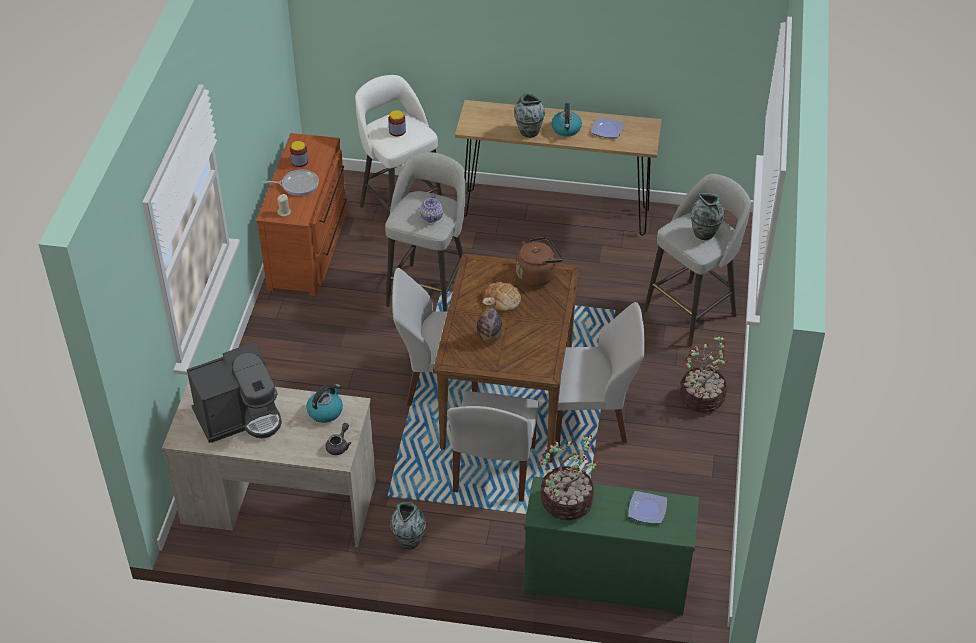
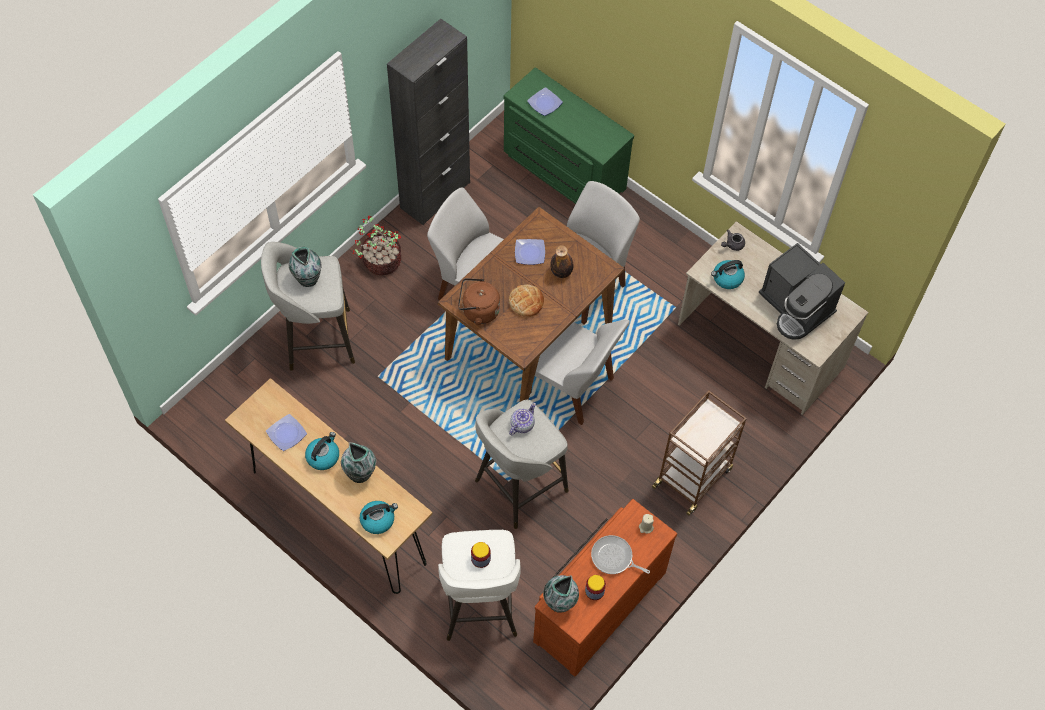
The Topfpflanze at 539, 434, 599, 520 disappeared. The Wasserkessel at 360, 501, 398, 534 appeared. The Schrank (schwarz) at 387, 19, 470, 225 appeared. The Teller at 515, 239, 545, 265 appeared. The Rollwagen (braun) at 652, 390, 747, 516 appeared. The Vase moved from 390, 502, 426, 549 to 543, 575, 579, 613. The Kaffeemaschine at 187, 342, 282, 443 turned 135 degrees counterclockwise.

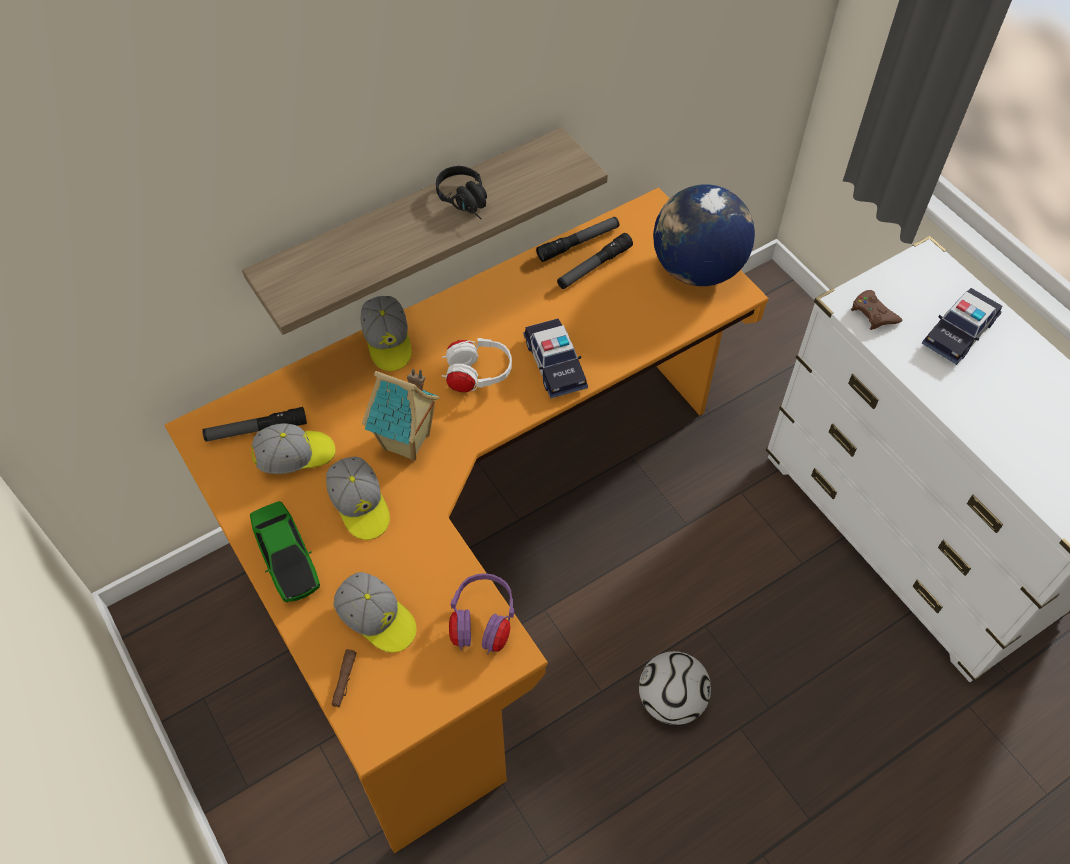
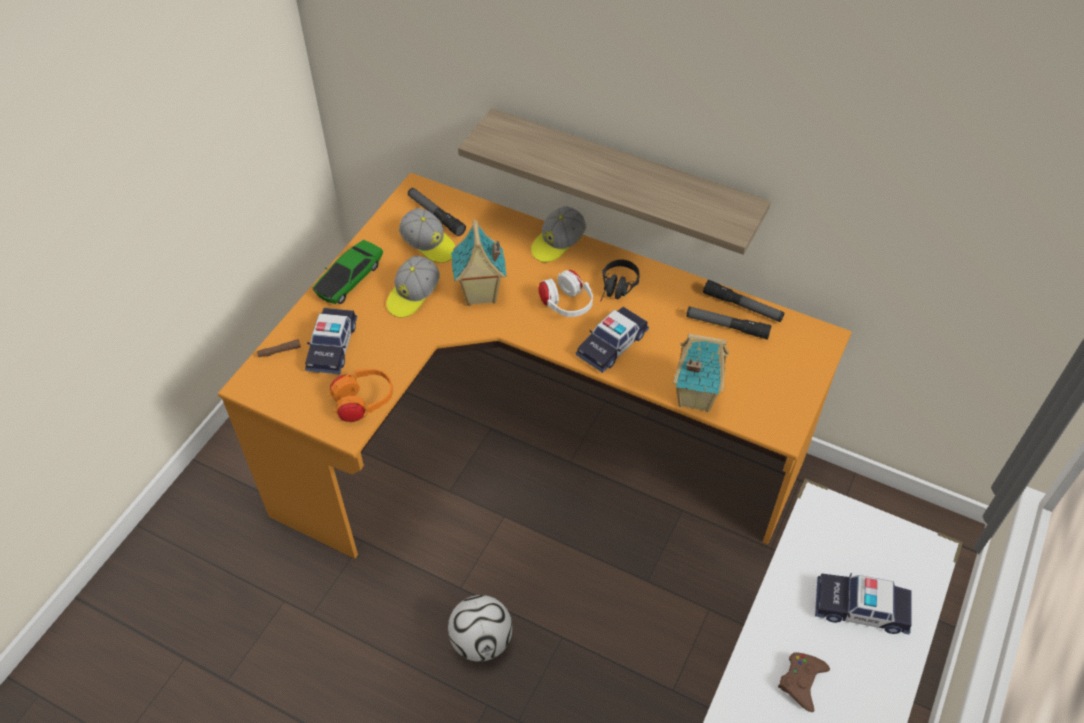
The Globus at 653, 184, 755, 286 disappeared. The Spielzeughaus at 673, 334, 729, 412 appeared. The Kopfhörer (schwarz) moved from 436, 166, 487, 219 to 600, 259, 640, 301. The Gamepad (braun) moved from 851, 290, 902, 330 to 778, 652, 830, 712. The Kappe at 333, 572, 416, 653 was replaced by the Spielzeugauto at 305, 308, 357, 374. The Kopfhörer (lila) at 449, 573, 514, 654 became the Kopfhörer (orange) at 327, 369, 393, 422.

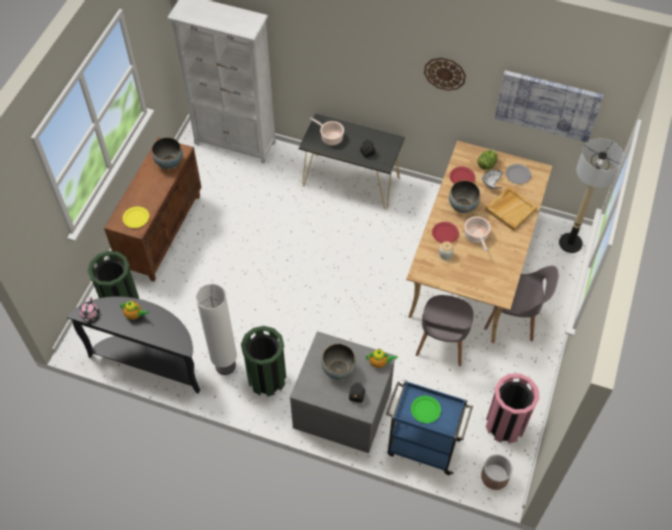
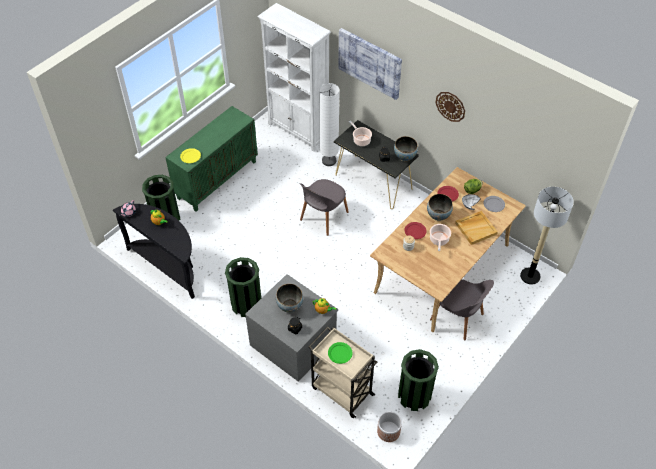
The Schüssel moved from 152, 137, 183, 169 to 394, 136, 418, 162. The Stehlampe (weiß) moved from 196, 284, 237, 375 to 319, 83, 340, 166. The Stuhl (grau) moved from 416, 295, 473, 366 to 300, 179, 349, 236. The Bild moved from 495, 70, 604, 142 to 338, 28, 402, 100. The Schrank (braun) at 104, 137, 202, 282 became the Schrank (grün) at 165, 106, 258, 212. The Rollwagen (blau) at 386, 380, 473, 475 became the Rollwagen (beige) at 308, 327, 378, 418. The Mülleimer (rosa) at 486, 374, 539, 444 became the Mülleimer (grün) at 398, 349, 439, 411.

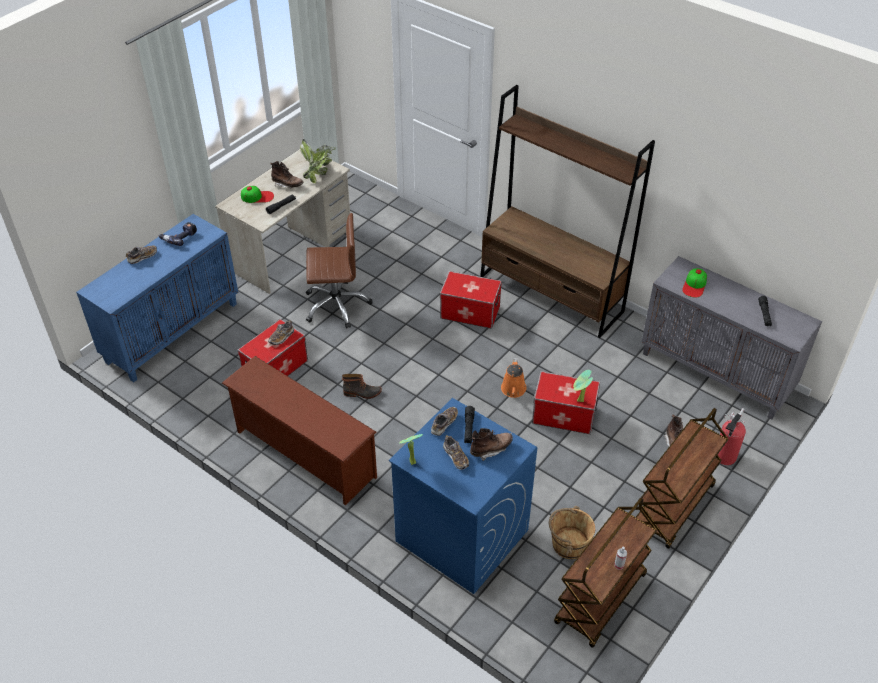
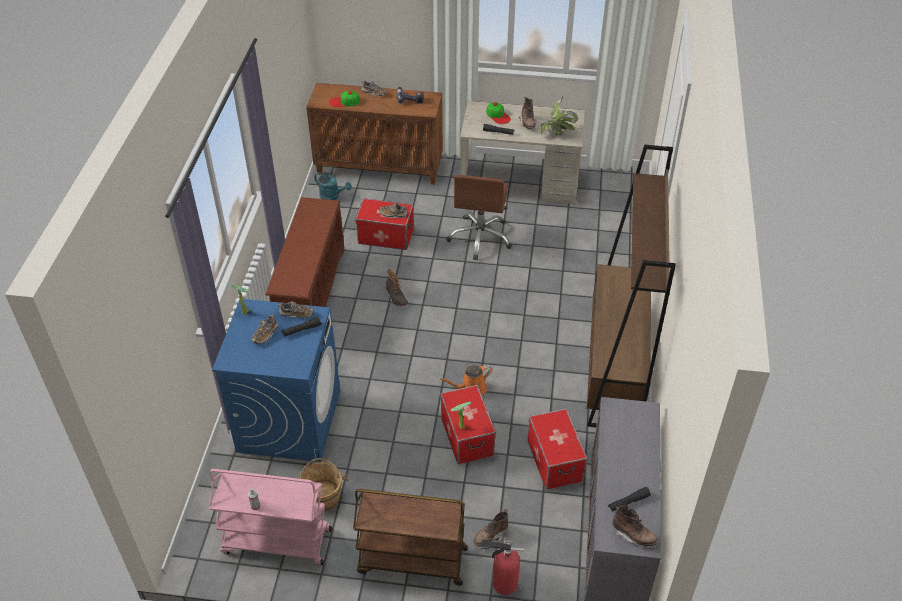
The Gießkanne (türkis) at 314, 172, 351, 200 appeared. The Aufbewahrungsbox moved from 440, 271, 502, 329 to 528, 409, 587, 490. The Stiefel (braun) moved from 470, 428, 513, 461 to 613, 505, 658, 547. The Kappe moved from 682, 268, 707, 298 to 329, 91, 360, 107. The Schrank (blau) at 76, 214, 238, 382 became the Schrank (braun) at 306, 83, 443, 185. The Rollwagen (braun) at 554, 498, 657, 648 became the Rollwagen (rosa) at 209, 469, 332, 566. The Bürostuhl (braun) at 306, 213, 373, 328 turned 45 degrees clockwise.

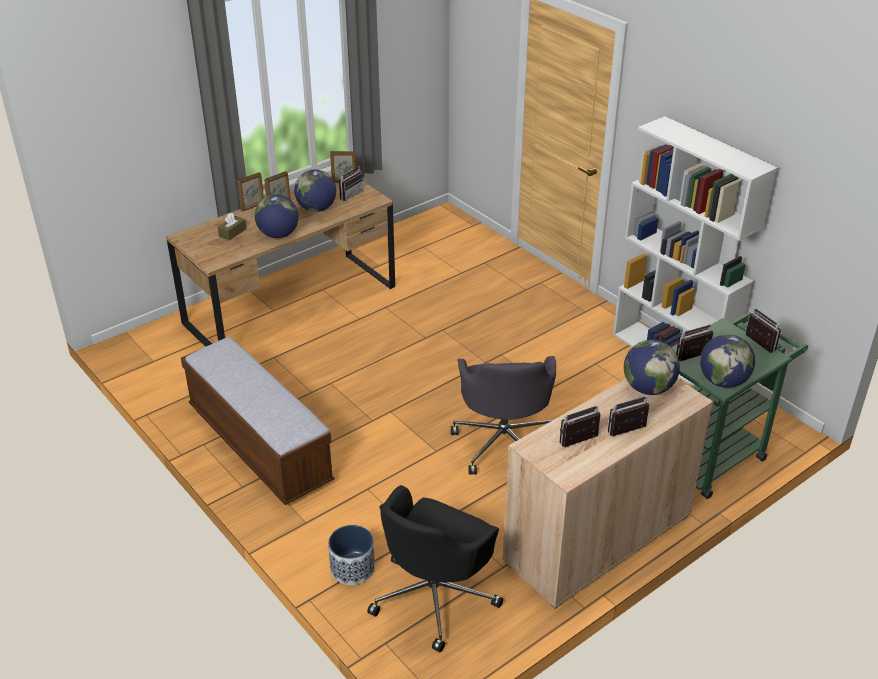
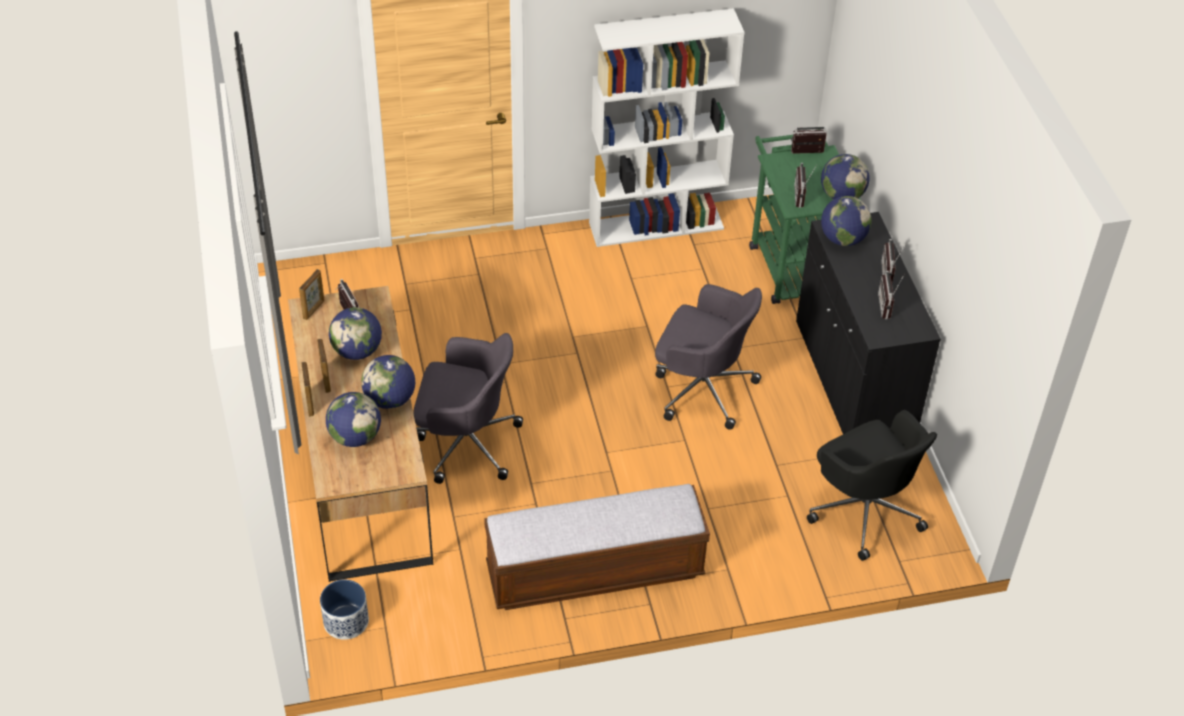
The Bürostuhl (grau) at 413, 333, 523, 484 appeared. The Pflanzkübel moved from 328, 525, 375, 585 to 320, 580, 369, 640. The Taschentuchbox (braun) at 218, 213, 247, 241 was replaced by the Globus at 326, 392, 381, 447. The Schrank (beige) at 503, 378, 713, 609 became the Schrank (schwarz) at 796, 212, 941, 434.

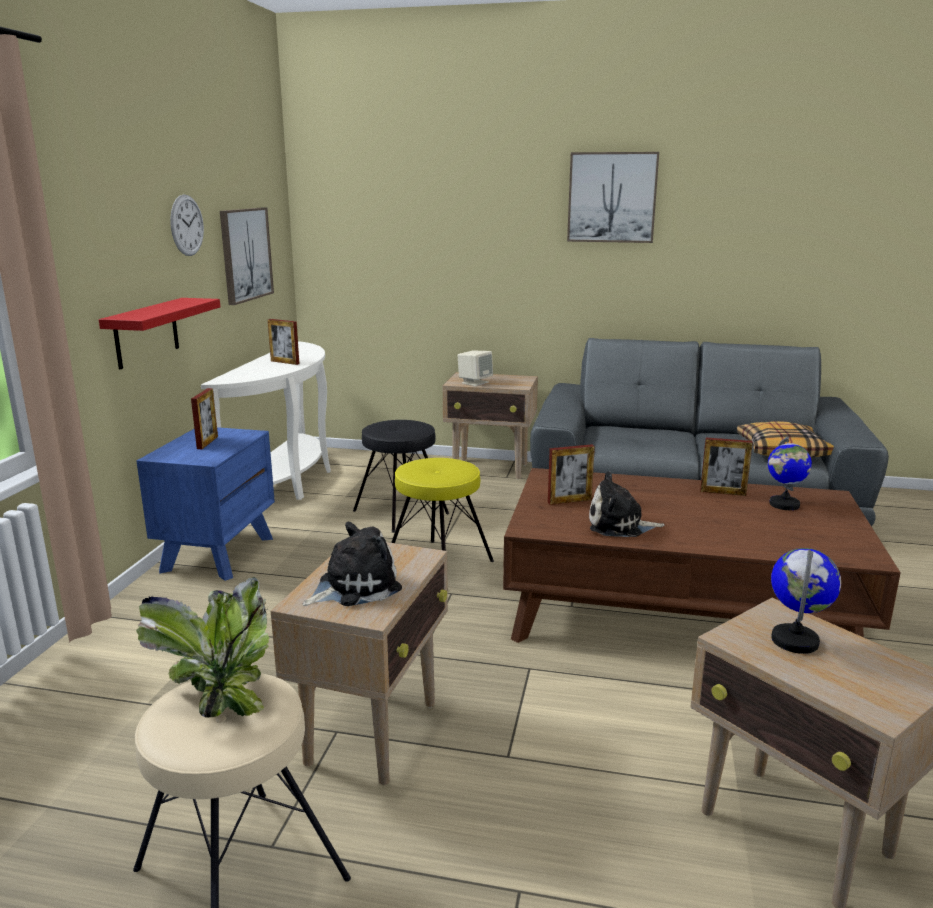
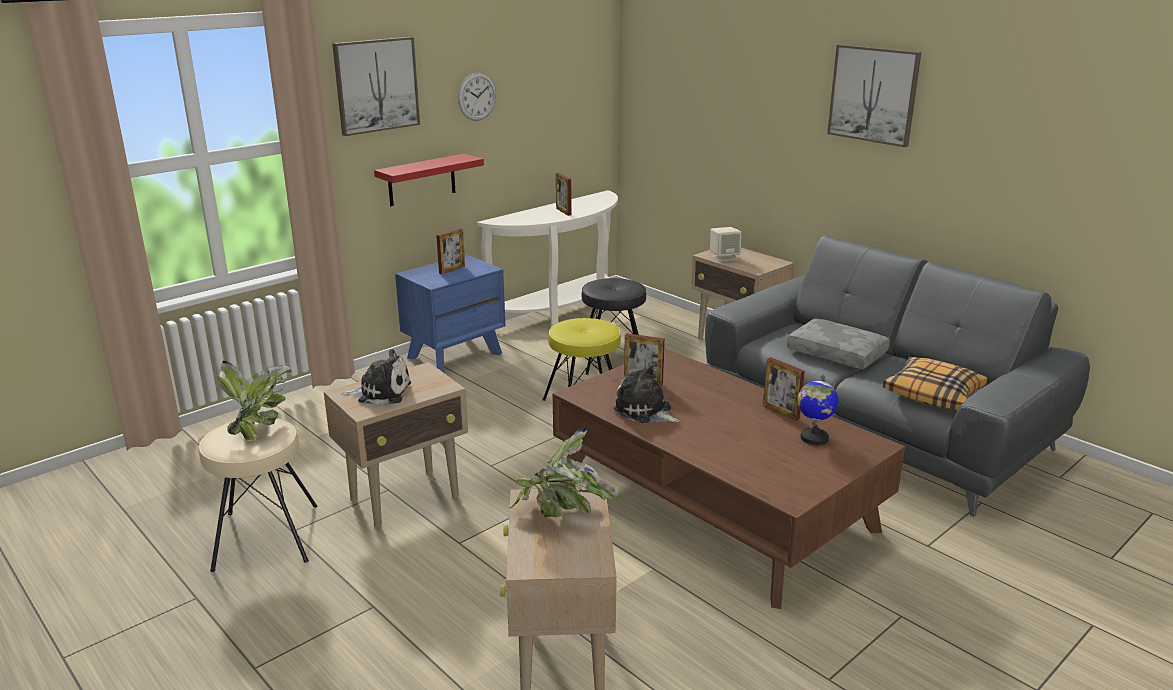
The Kissen (grau) at 787, 318, 890, 369 appeared. The Bild moved from 220, 208, 274, 305 to 332, 37, 420, 136. The Globus at 771, 548, 841, 654 was replaced by the Topfpflanze at 509, 427, 618, 518.

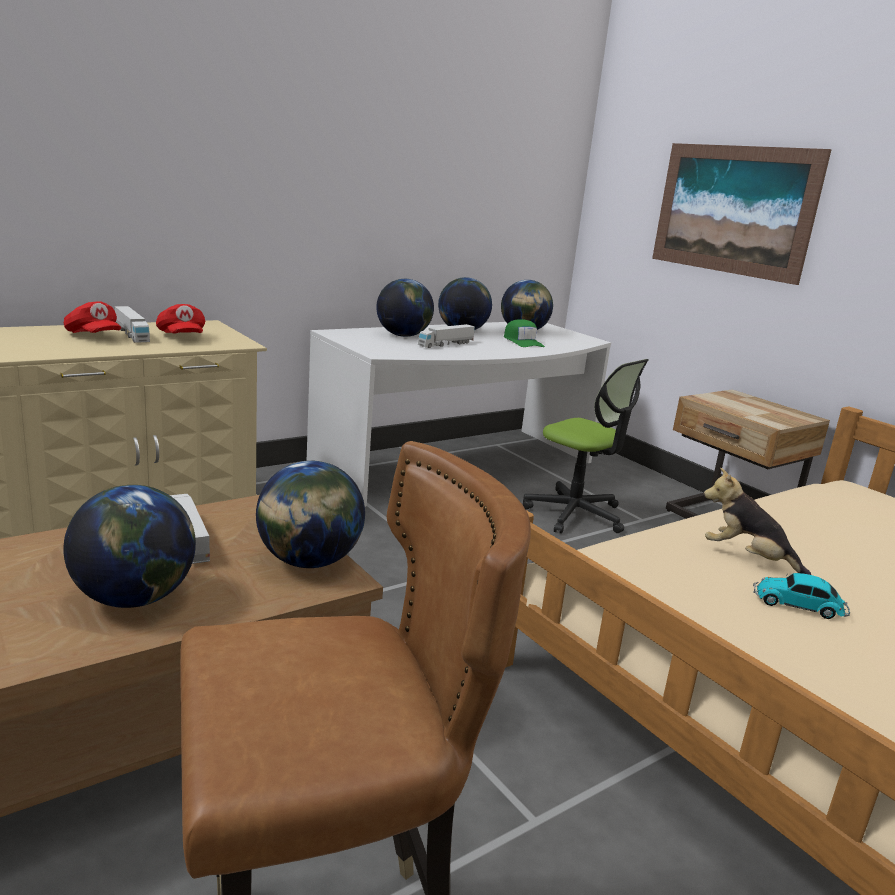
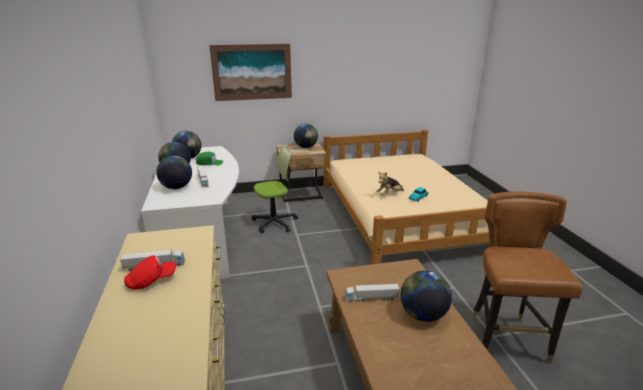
The Kappe (rot) at 156, 304, 205, 334 disappeared. The Globus moved from 256, 461, 365, 568 to 294, 124, 318, 148.

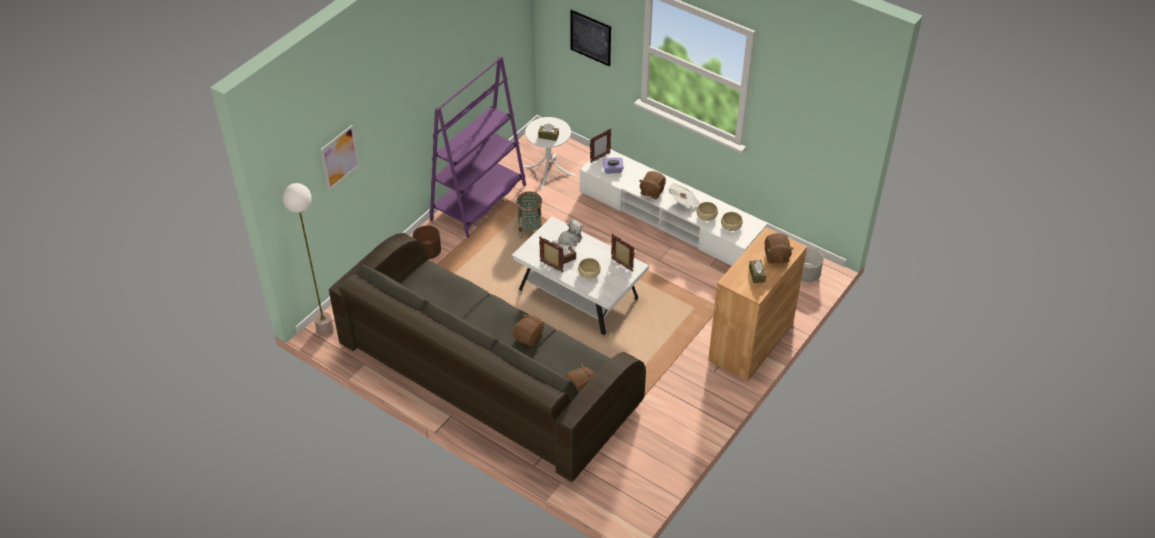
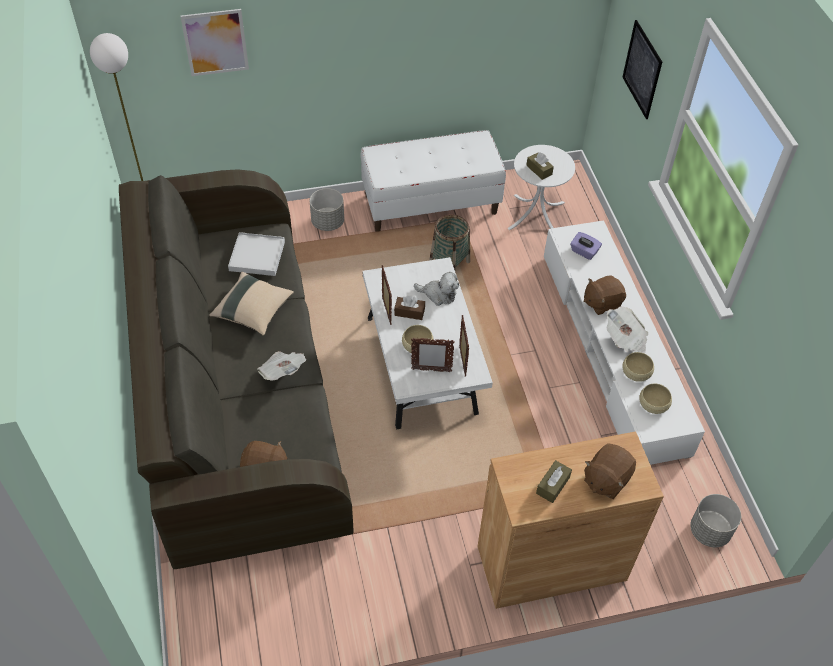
The Kissen (beige) at 209, 272, 294, 336 appeared. The Tablett (weiß) at 228, 232, 285, 276 appeared. The Bilderrahmen moved from 590, 129, 611, 163 to 411, 338, 455, 372. The Bücherregal (lila) at 429, 56, 526, 238 was replaced by the Bank (weiß) at 361, 130, 506, 232. The Plüschtier (braun) at 513, 314, 545, 346 was replaced by the Zeitung at 257, 351, 306, 380. The Pflanzkübel (braun) at 413, 226, 441, 259 became the Pflanzkübel (grau) at 310, 188, 344, 231.

